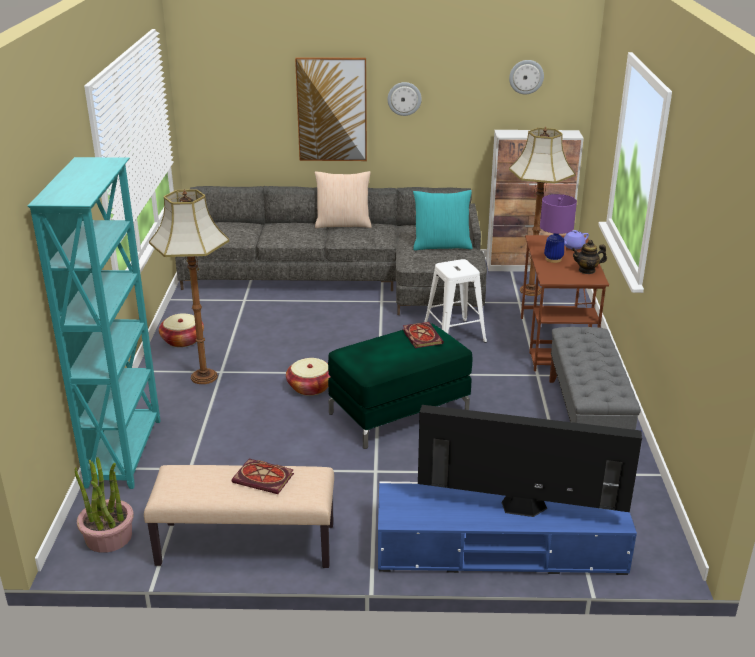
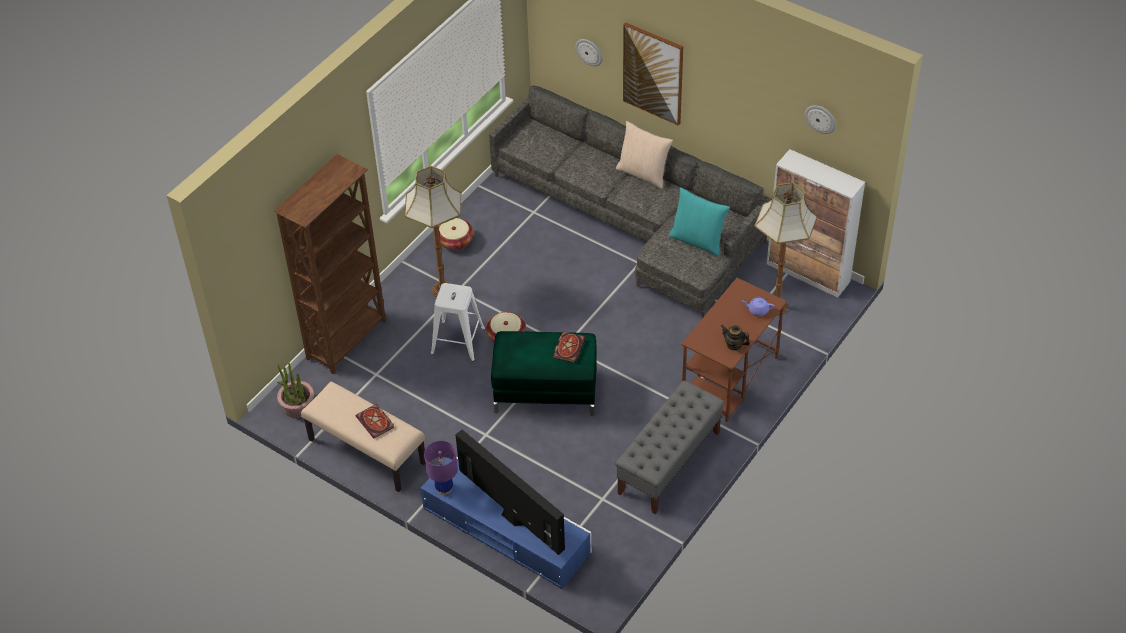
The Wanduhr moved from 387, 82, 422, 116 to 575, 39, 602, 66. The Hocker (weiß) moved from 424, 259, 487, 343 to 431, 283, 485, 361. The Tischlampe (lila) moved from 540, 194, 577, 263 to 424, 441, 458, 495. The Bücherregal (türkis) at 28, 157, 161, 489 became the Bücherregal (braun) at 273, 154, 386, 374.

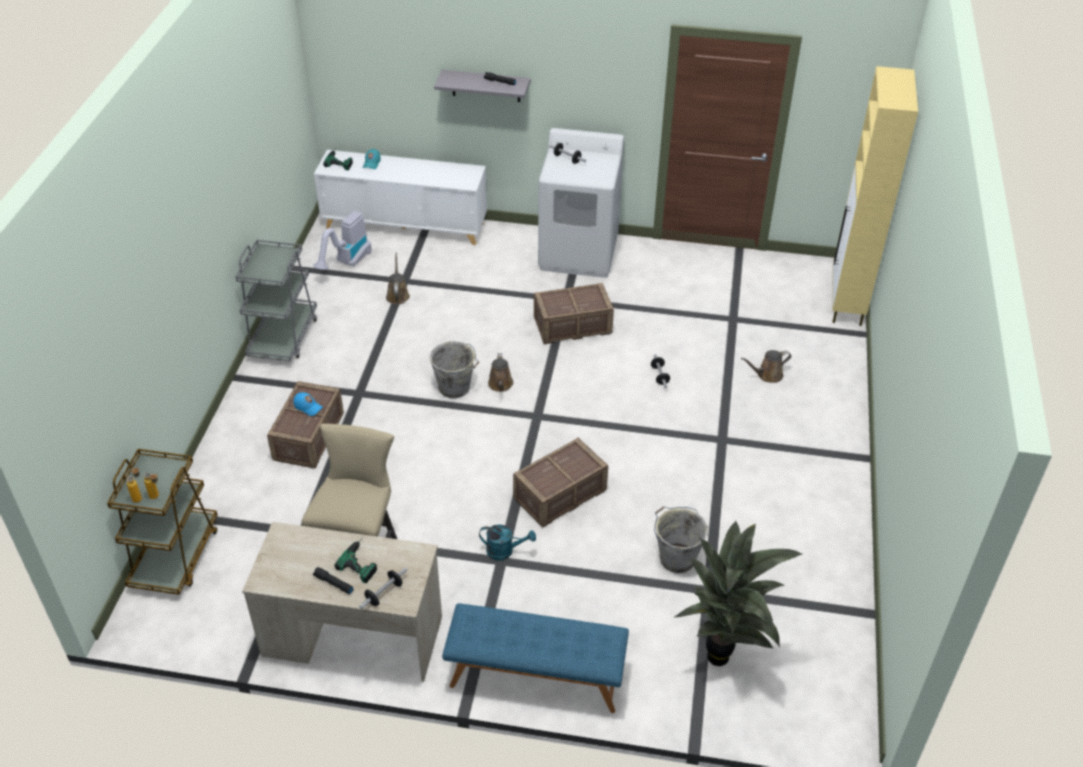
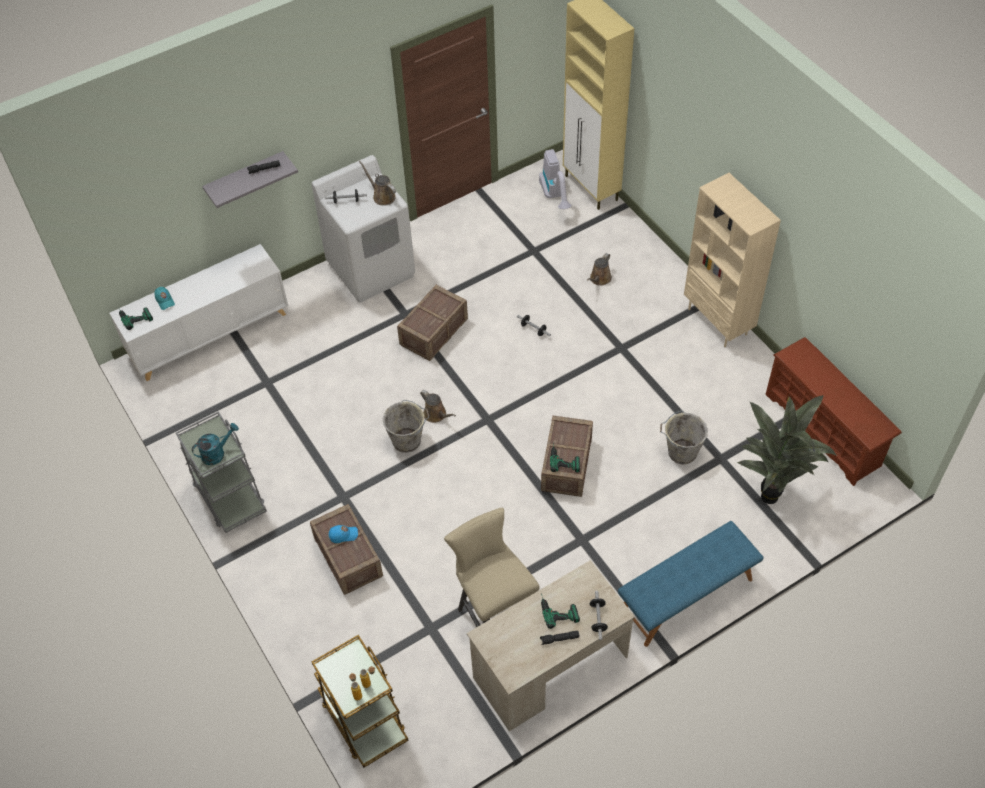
The Bohrmaschine at 550, 447, 580, 472 appeared. The Bücherregal (beige) at 684, 173, 781, 347 appeared. The Schuhregal (braun) at 765, 337, 902, 486 appeared. The Staubsauger moved from 313, 211, 372, 270 to 539, 149, 572, 209. The Gießkanne (braun) moved from 386, 253, 410, 305 to 359, 161, 396, 206. The Gießkanne (türkis) moved from 479, 524, 536, 561 to 192, 423, 239, 465.

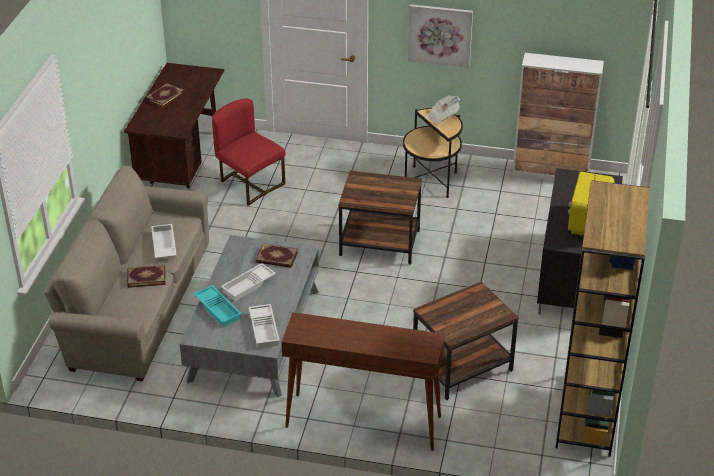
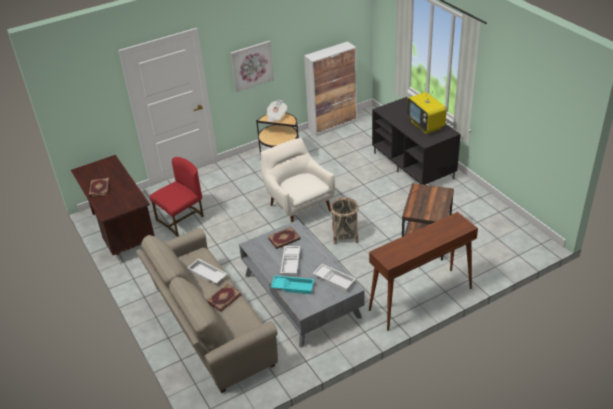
The Bücherregal (braun) at 556, 180, 650, 457 disappeared. The Korb at 331, 197, 359, 245 appeared. The Beistelltisch (braun) at 339, 171, 422, 265 was replaced by the Sessel (weiß) at 260, 138, 335, 222. The Stuhl (rot) at 212, 99, 286, 206 turned 135 degrees clockwise.

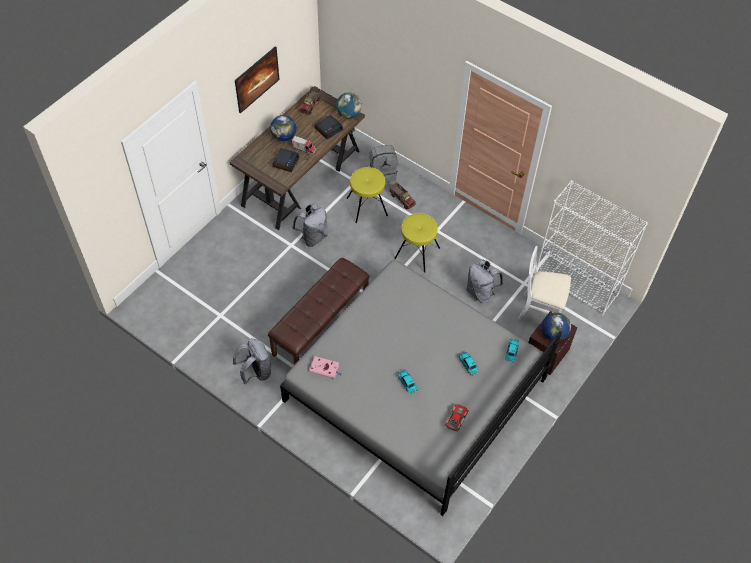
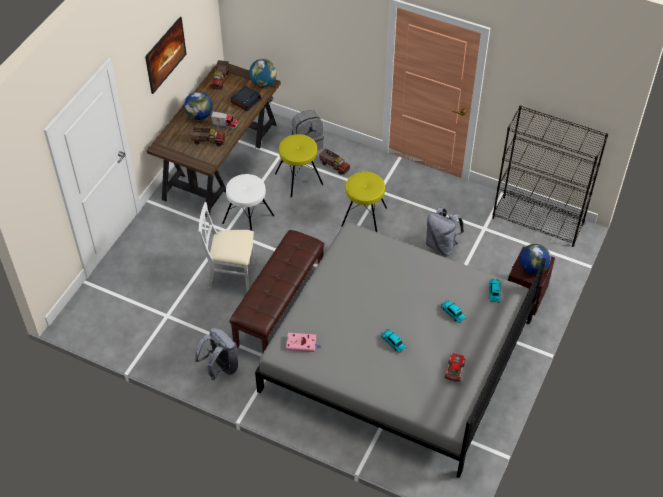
The Stuhl (weiß) moved from 518, 246, 571, 320 to 199, 202, 254, 292. The Wecker at 272, 148, 300, 172 was replaced by the Spielzeuglaster at 190, 127, 225, 146. The Rucksack (grau) at 292, 204, 328, 247 was replaced by the Hocker (weiß) at 222, 174, 274, 231. The Bücherregal (weiß) at 537, 180, 648, 316 became the Bücherregal (schwarz) at 492, 105, 608, 247.

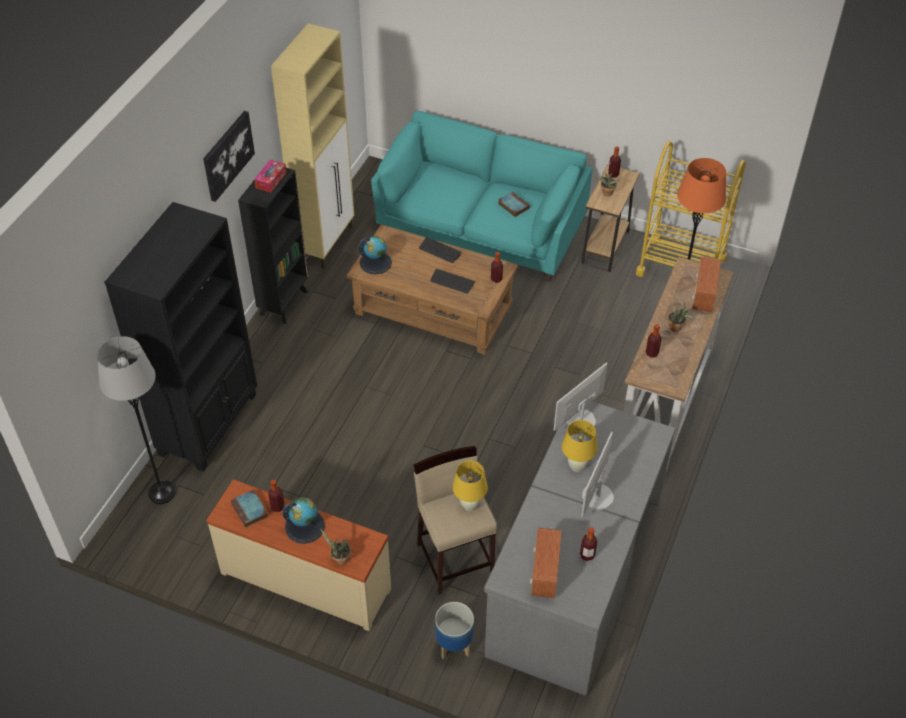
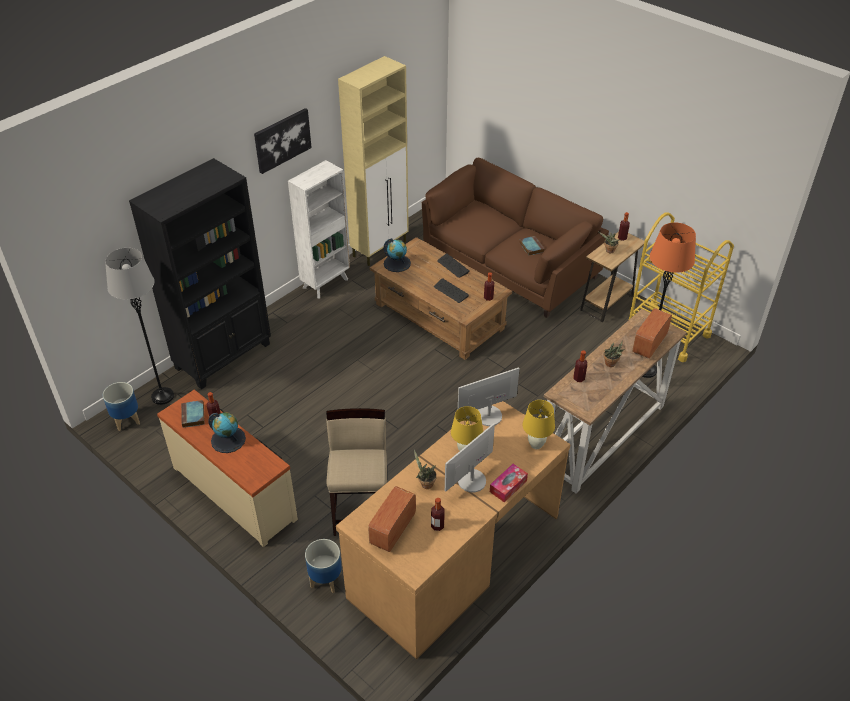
The Pflanzkübel at 103, 382, 140, 431 appeared. The Taschentuchbox moved from 254, 160, 287, 192 to 490, 464, 528, 502. The Topfpflanze moved from 320, 528, 351, 565 to 414, 450, 437, 489. The Tischlampe (gelb) moved from 452, 461, 488, 511 to 522, 400, 555, 449. The Bücherregal (schwarz) at 238, 168, 308, 324 became the Bücherregal (weiß) at 288, 160, 350, 299. The Sofa (türkis) at 371, 111, 592, 282 became the Sofa (braun) at 422, 158, 609, 318. The Schreibtisch (grau) at 484, 401, 676, 696 became the Schreibtisch (braun) at 336, 401, 570, 659.

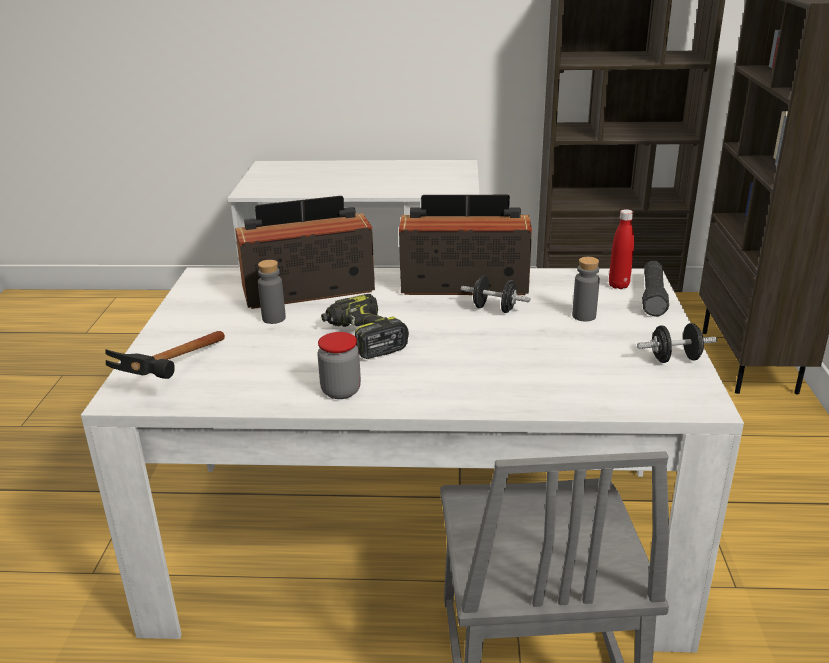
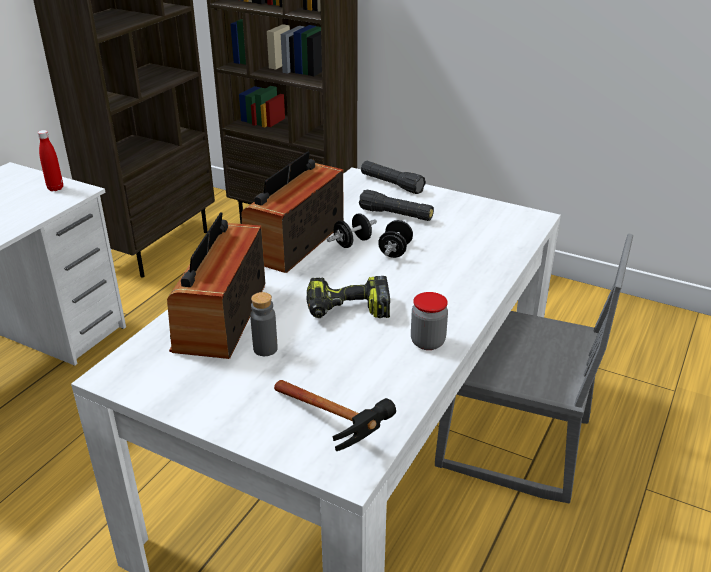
The Flasche (rot) moved from 609, 209, 634, 289 to 38, 130, 63, 191. The Hantel (schwarz) moved from 637, 323, 717, 363 to 378, 220, 413, 258. The Flasche (grau) at 572, 257, 600, 322 was replaced by the Taschenlampe (schwarz) at 359, 190, 434, 221.

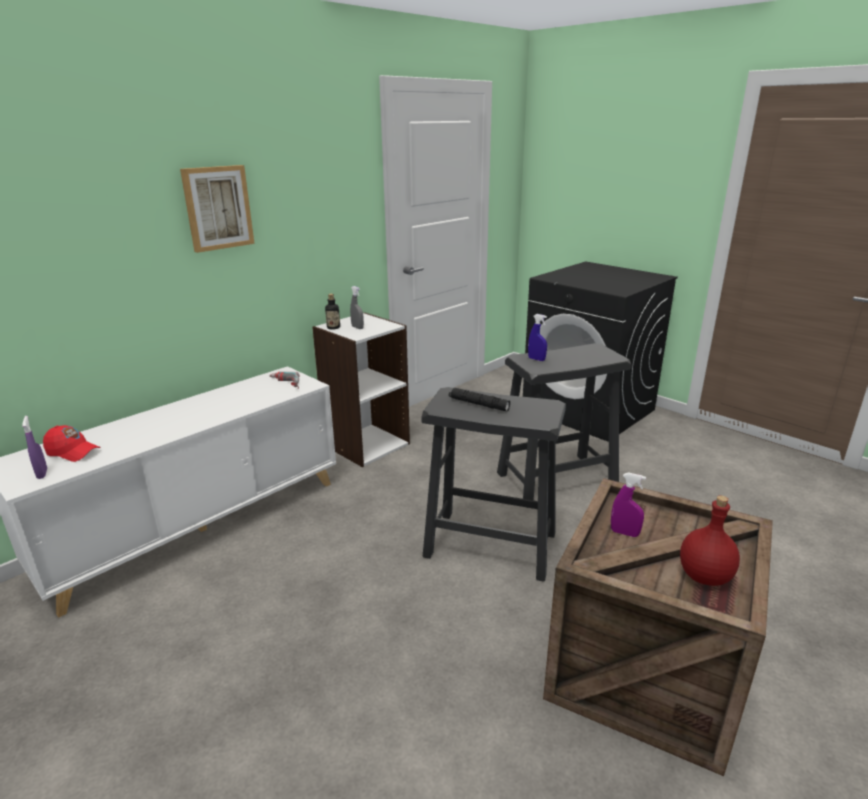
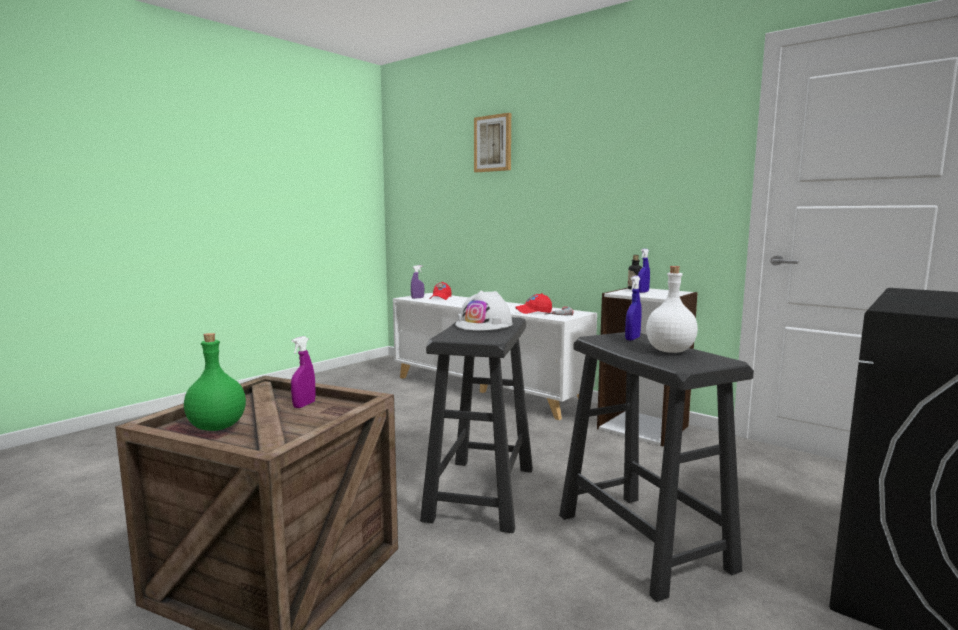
The Kappe (rot) at 515, 293, 552, 314 appeared. The Flasche (weiß) at 646, 266, 698, 353 appeared. The Bild moved from 180, 165, 255, 253 to 474, 113, 511, 172. The Taschenlampe (schwarz) at 449, 388, 510, 411 was replaced by the Schutzhelm (weiß) at 455, 291, 513, 331. The Sprühflasche (grau) at 350, 286, 364, 329 became the Sprühflasche (blau) at 638, 249, 650, 293. The Flasche (rot) at 680, 495, 740, 586 became the Flasche (grün) at 184, 333, 246, 431.

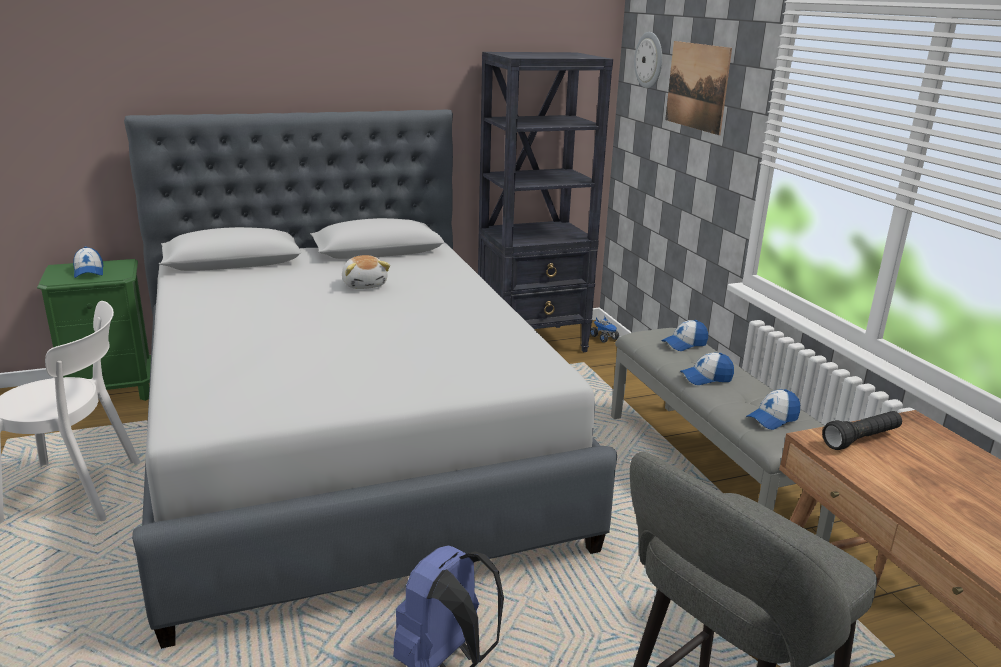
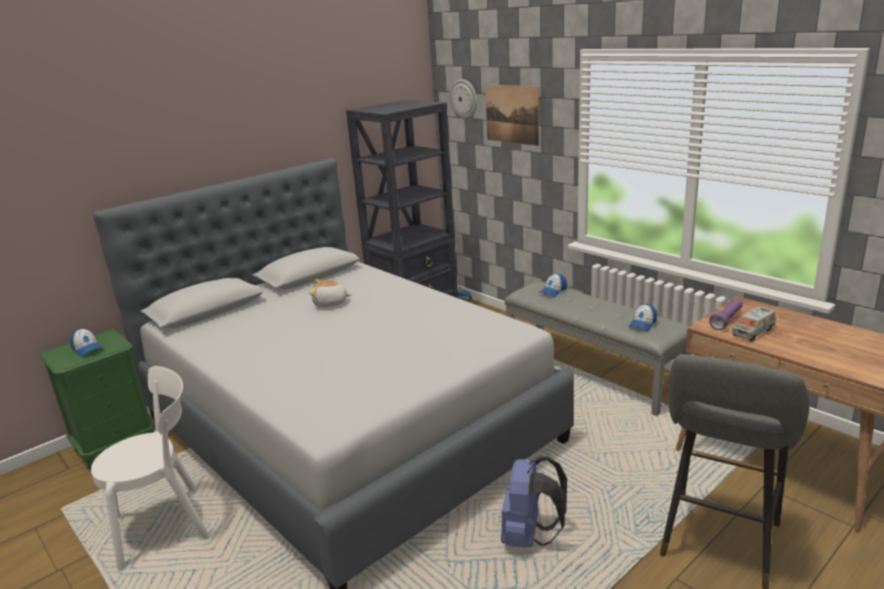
The Kappe at 680, 352, 734, 385 disappeared. The Spielzeuglaster at 732, 306, 776, 342 appeared. The Taschenlampe (schwarz) at 822, 411, 902, 450 became the Taschenlampe (lila) at 709, 299, 743, 330. The Plüschtier at 342, 255, 390, 289 turned 135 degrees clockwise.

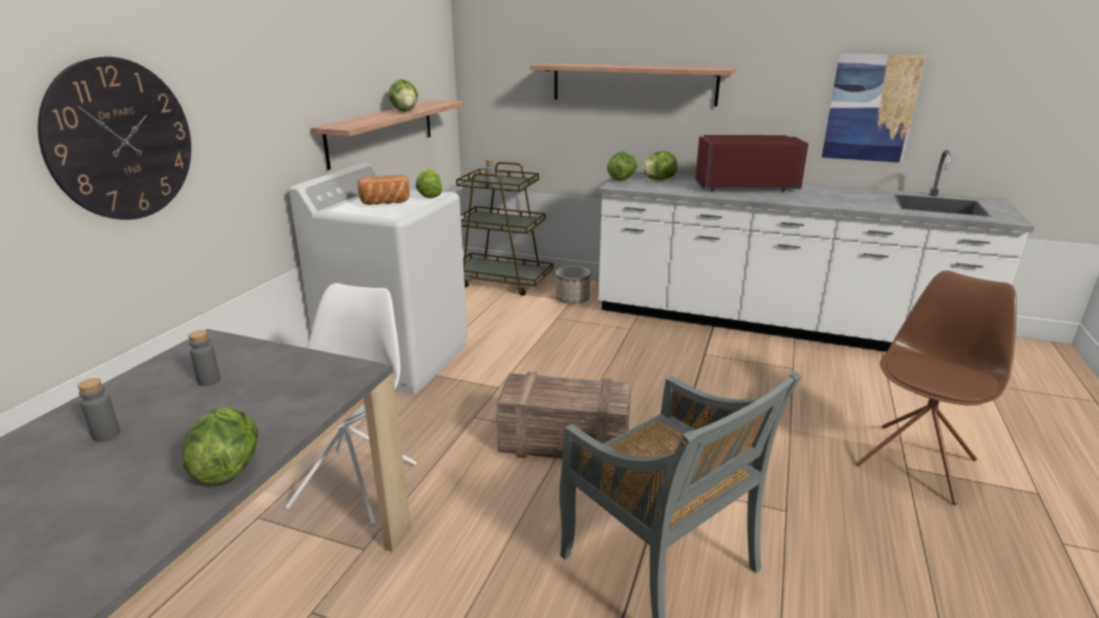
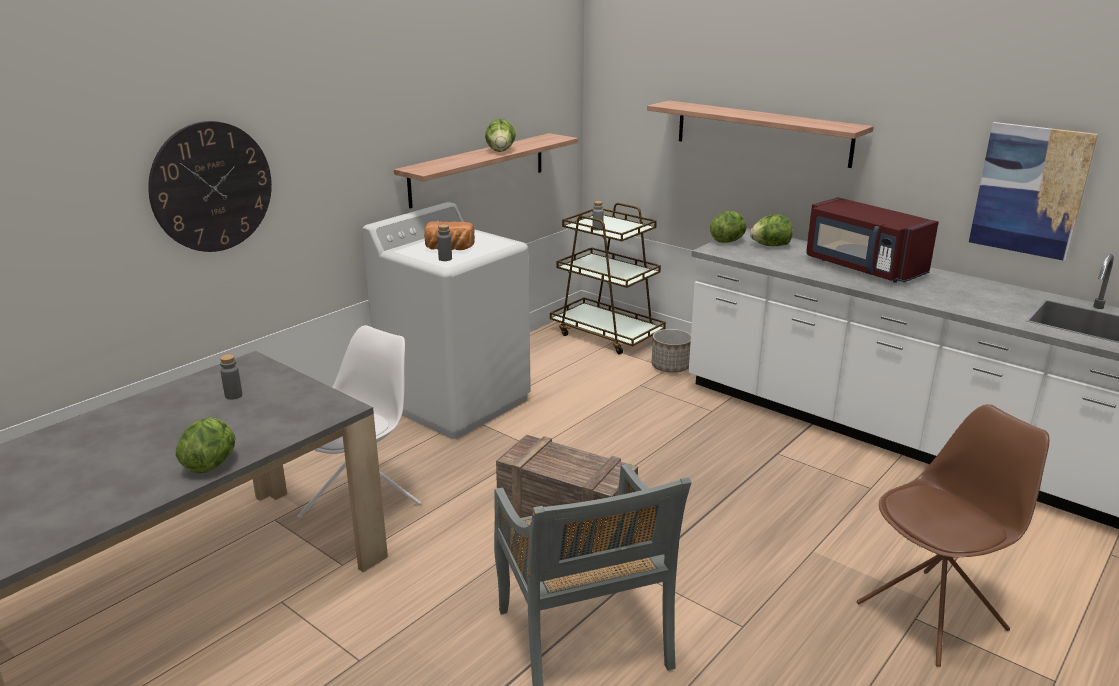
The Salatkopf at 416, 169, 443, 198 disappeared. The Flasche (grau) moved from 77, 378, 120, 442 to 437, 224, 452, 261. The Mikrowelle (rot) at 695, 135, 808, 192 turned 150 degrees counterclockwise.

